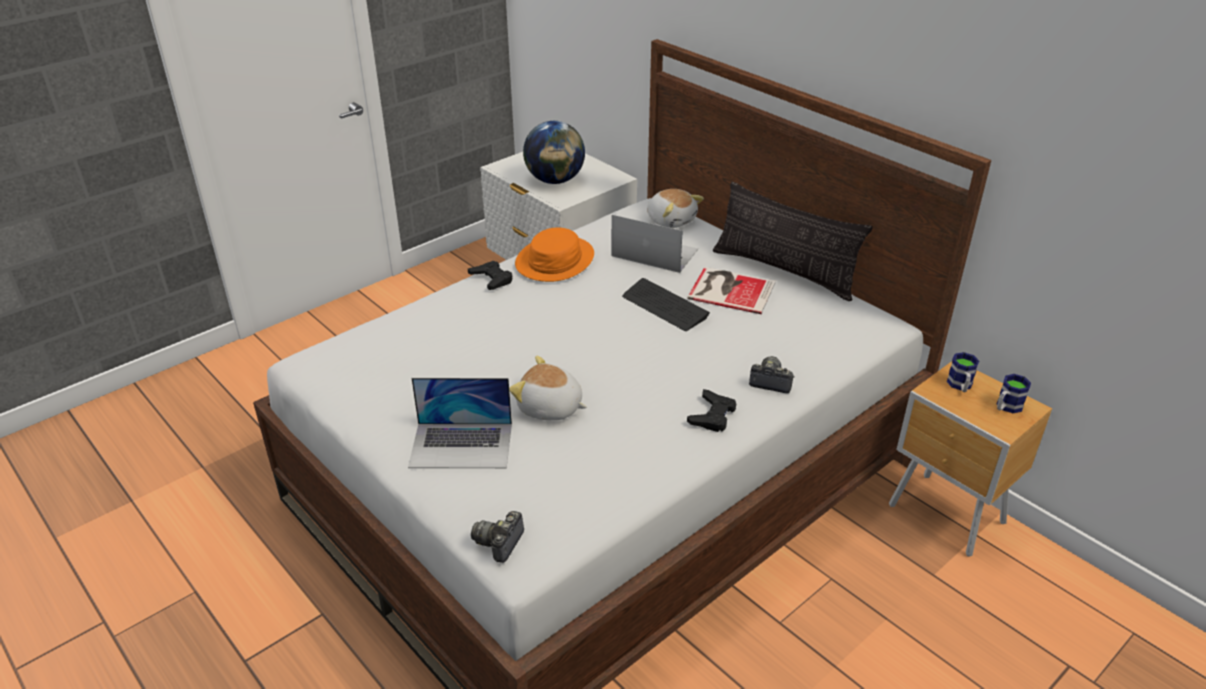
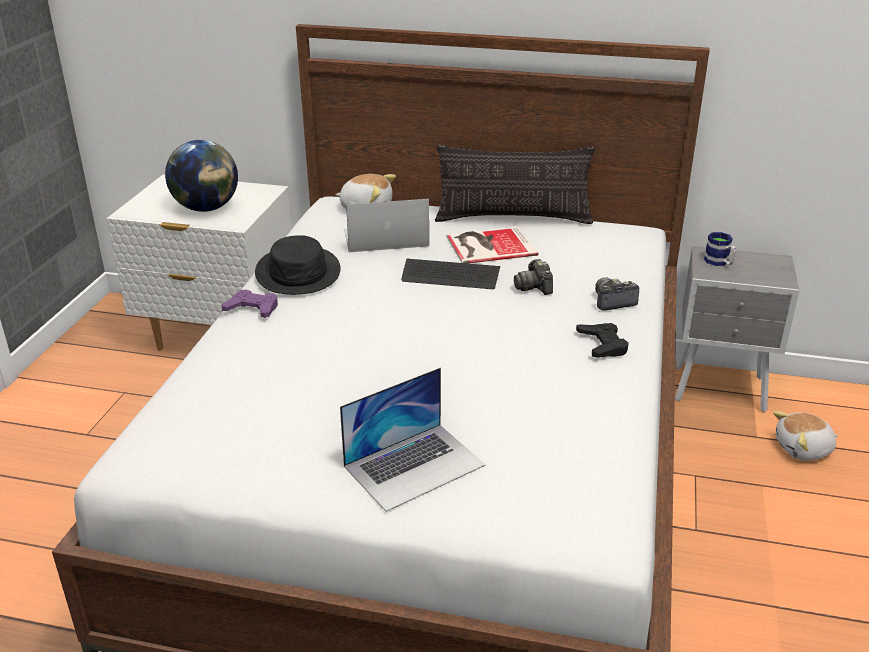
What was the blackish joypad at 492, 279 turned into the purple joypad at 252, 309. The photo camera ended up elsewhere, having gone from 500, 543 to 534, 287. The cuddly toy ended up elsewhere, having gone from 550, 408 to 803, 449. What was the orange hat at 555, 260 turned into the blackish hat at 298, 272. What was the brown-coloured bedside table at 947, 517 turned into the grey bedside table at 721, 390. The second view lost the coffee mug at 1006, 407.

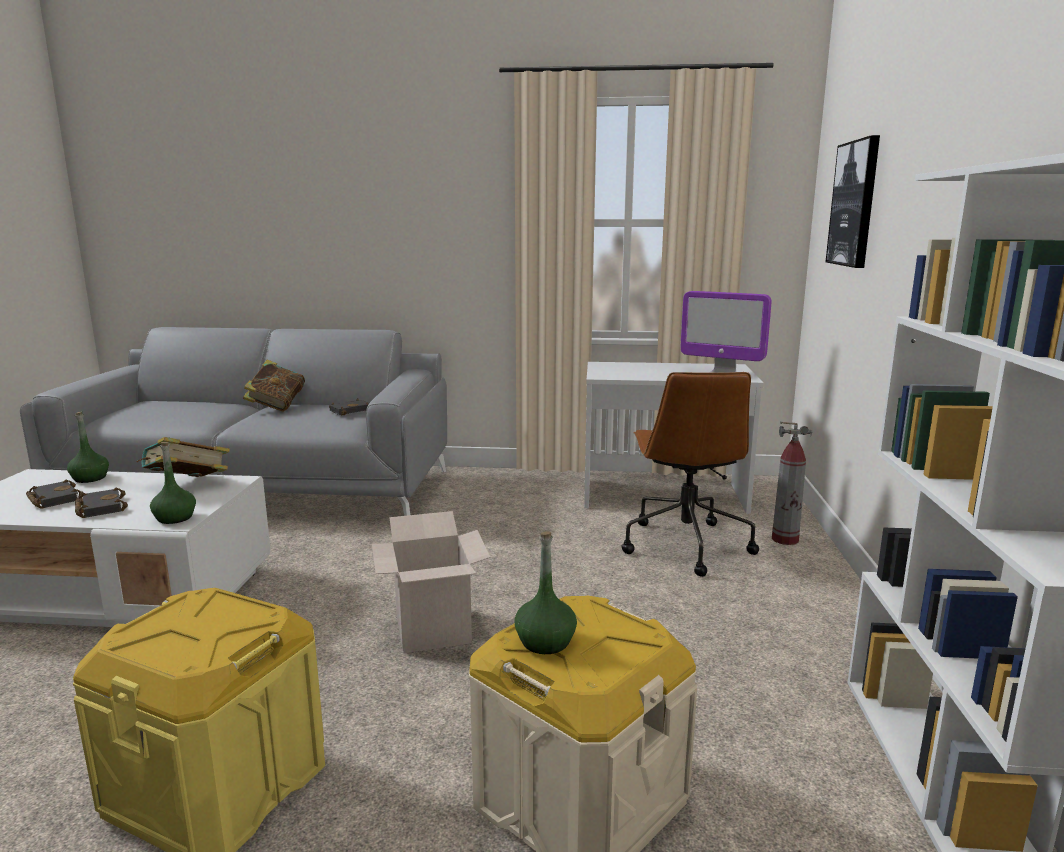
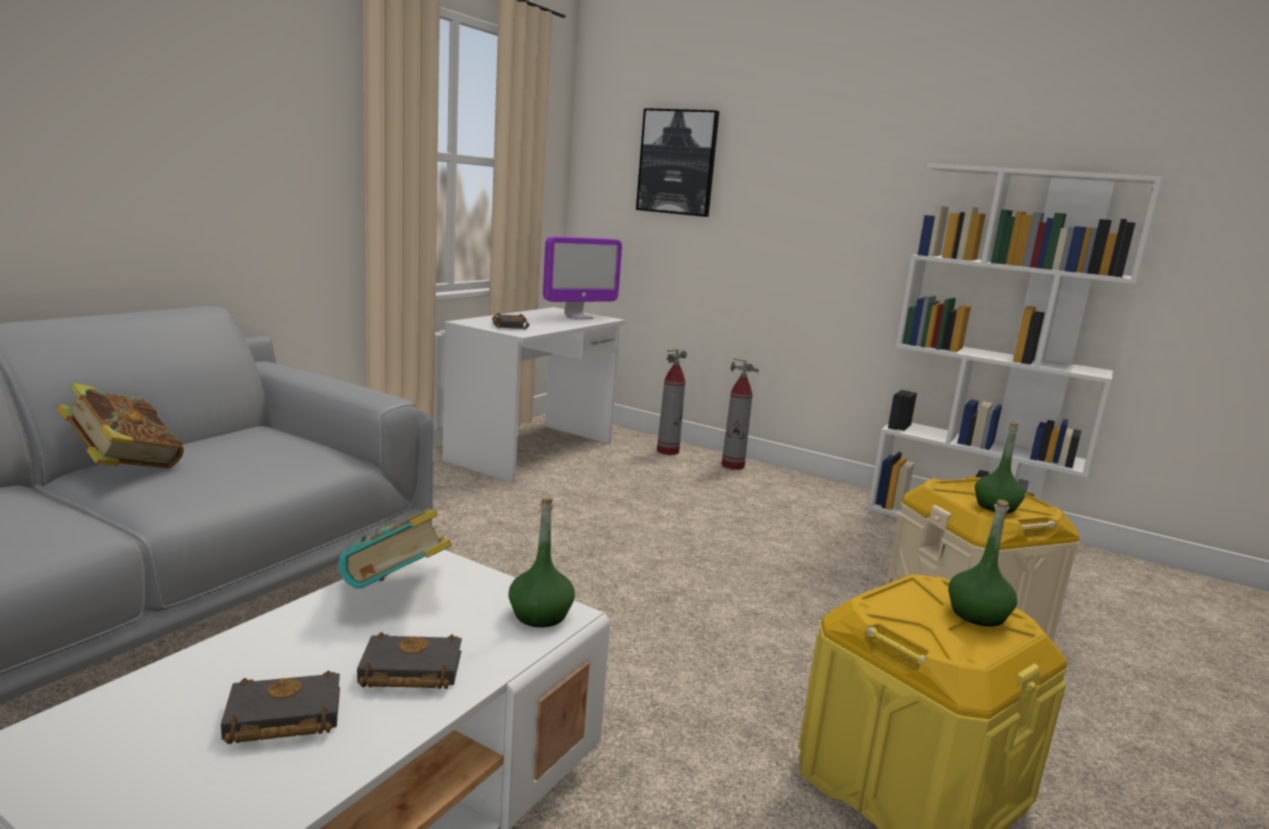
The greenish drink bottle ended up elsewhere, having gone from 90, 478 to 978, 615. The blackish book ended up elsewhere, having gone from 350, 410 to 508, 325. The second view lost the cardboard box at 432, 629. The second view lost the brown-coloured computer chair at 685, 544. The second view gained the fire-fighting cylinder at 733, 466.

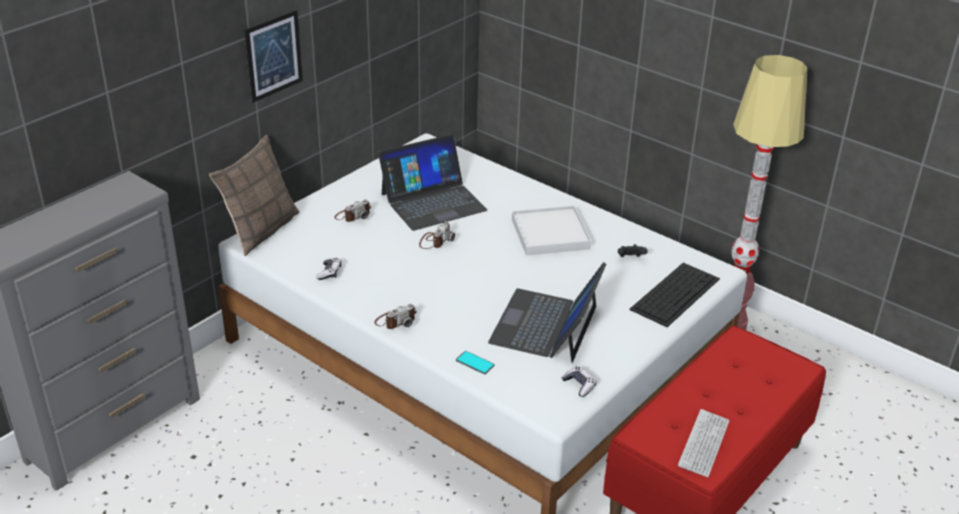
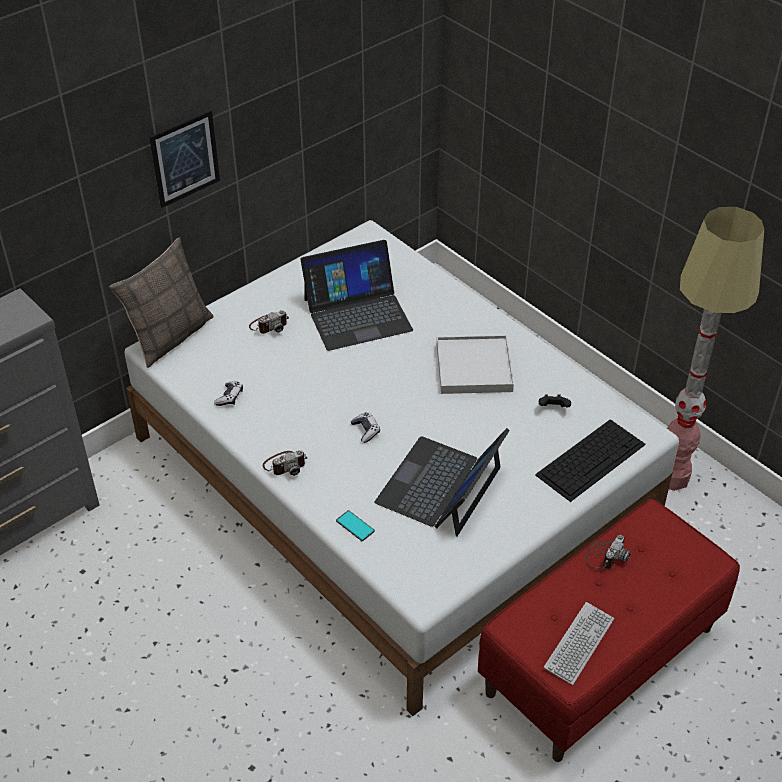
The photo camera ended up elsewhere, having gone from 435, 241 to 605, 555. The joypad ended up elsewhere, having gone from 579, 385 to 366, 430.

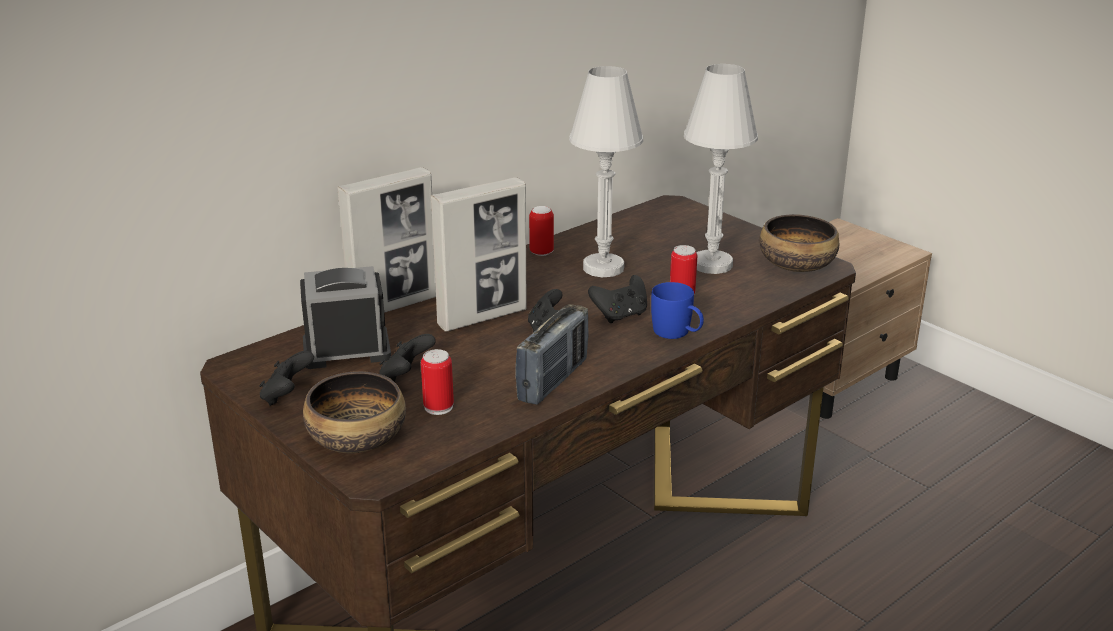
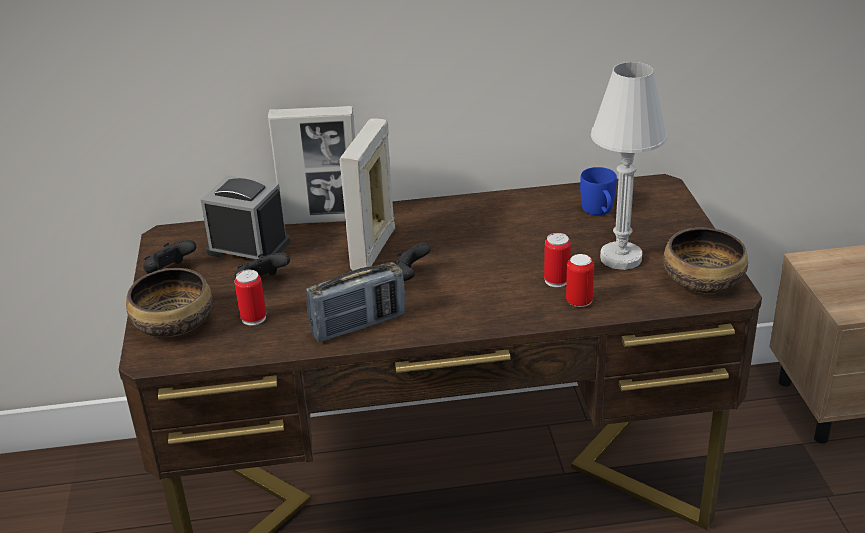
The standing frame at 482, 317 ended up facing another way, 105 degrees clockwise from before. The sealed can ended up elsewhere, having gone from 541, 252 to 579, 302. The second view lost the white table lamp at 603, 268. The second view lost the blackish joypad at 620, 315. The blue-coloured coffee mug ended up elsewhere, having gone from 677, 333 to 599, 211.

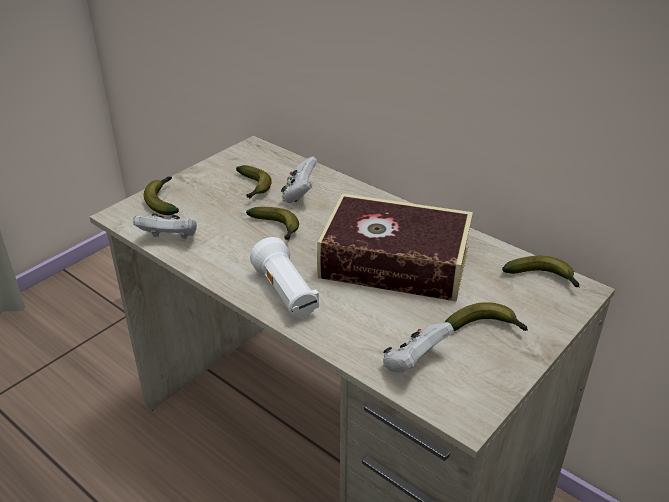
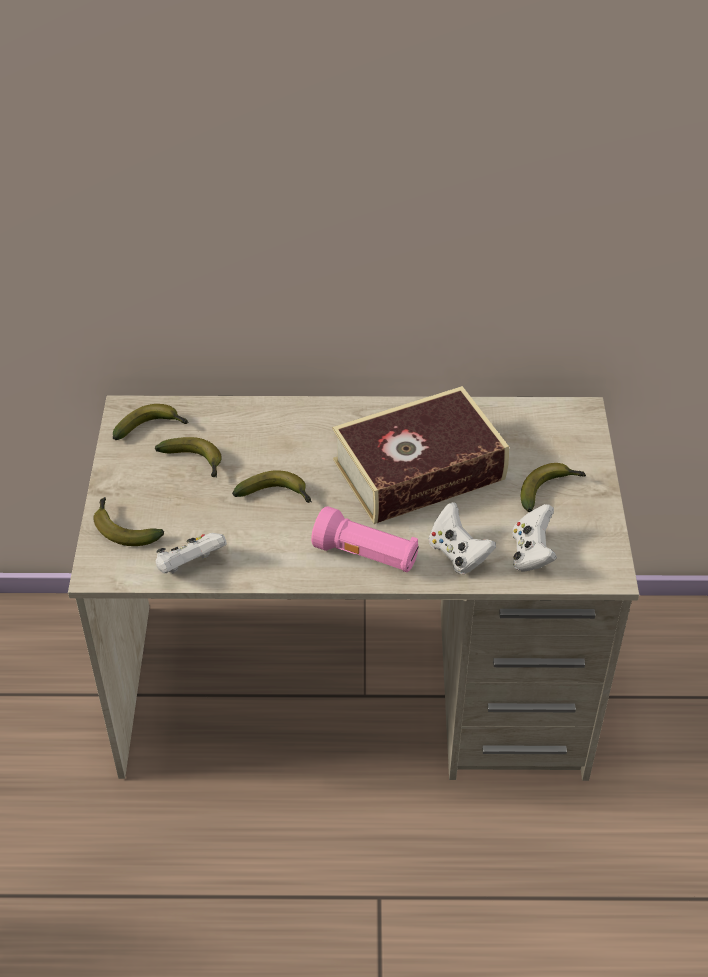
What was the white torch at 286, 294 turned into the pink-coloured torch at 366, 556. The white joypad ended up elsewhere, having gone from 299, 194 to 458, 554. The banana ended up elsewhere, having gone from 543, 278 to 152, 428.

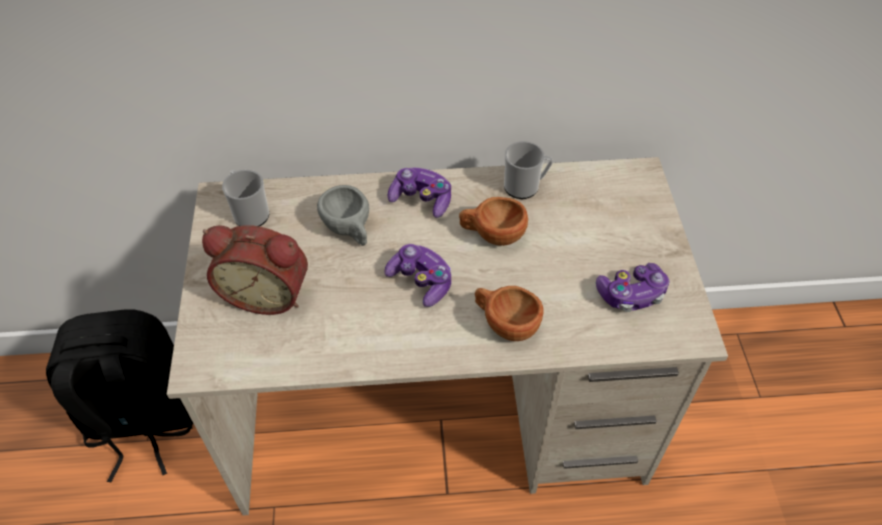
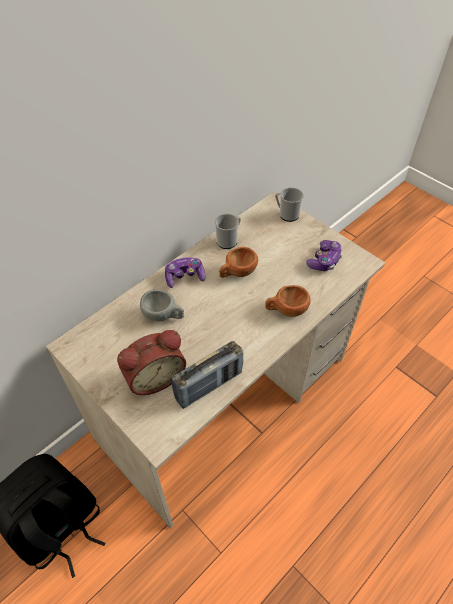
The coffee mug ended up elsewhere, having gone from 249, 213 to 286, 214. The second view lost the joypad at 421, 281. The second view gained the radio receiver at 209, 385.

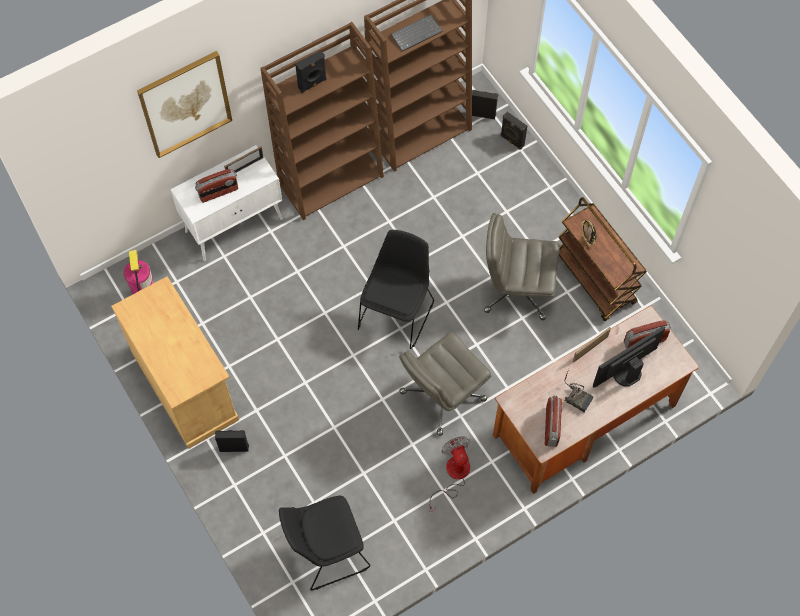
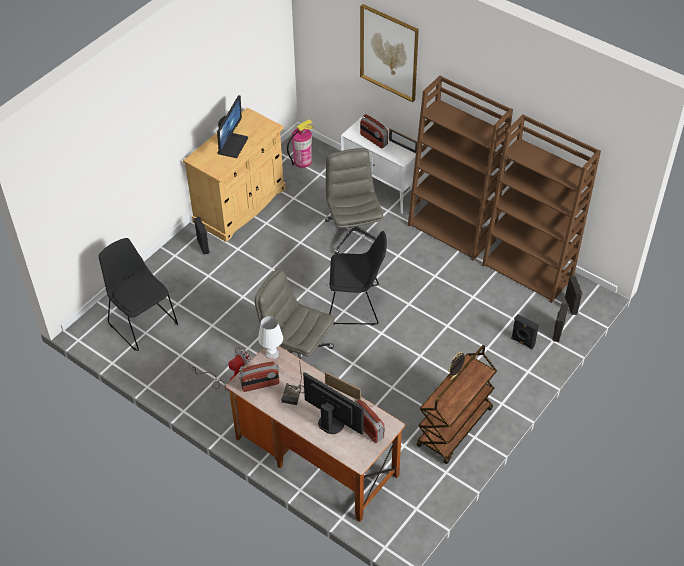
The blackish loudspeaker ended up elsewhere, having gone from 312, 84 to 522, 342. The second view lost the keyboard at 416, 33. The grey computer chair ended up elsewhere, having gone from 516, 290 to 353, 232. The second view gained the computer screen at 232, 145. The second view gained the white table lamp at 272, 354.

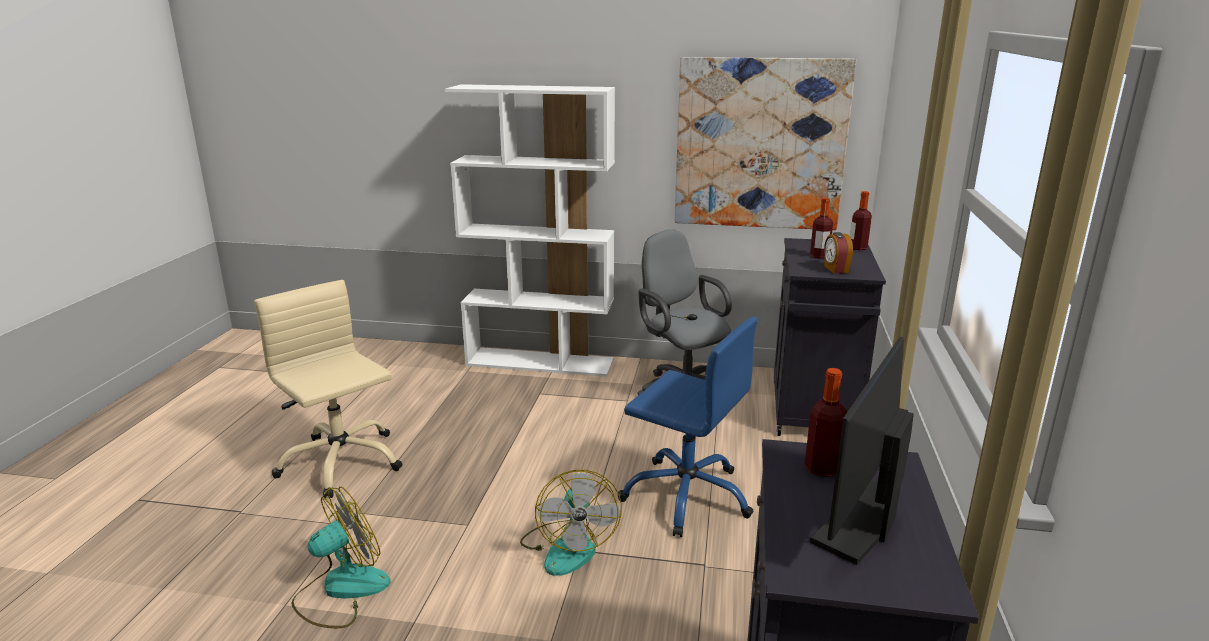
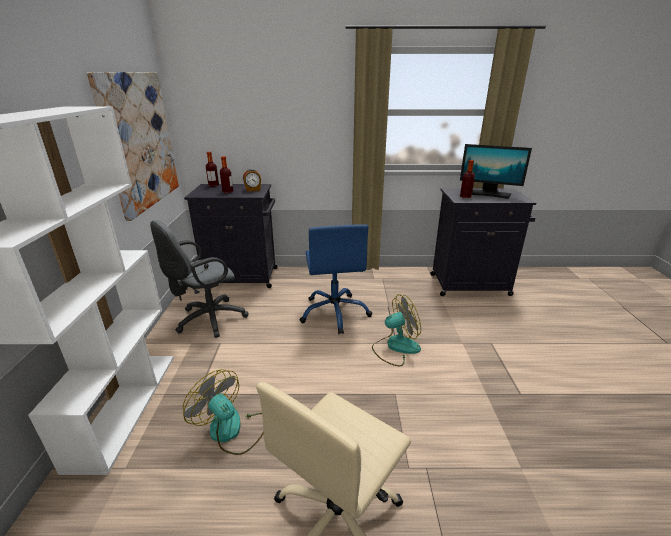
The cooling fan ended up elsewhere, having gone from 341, 590 to 232, 430. The blue-coloured computer chair at 687, 495 ended up facing another way, 150 degrees clockwise from before.

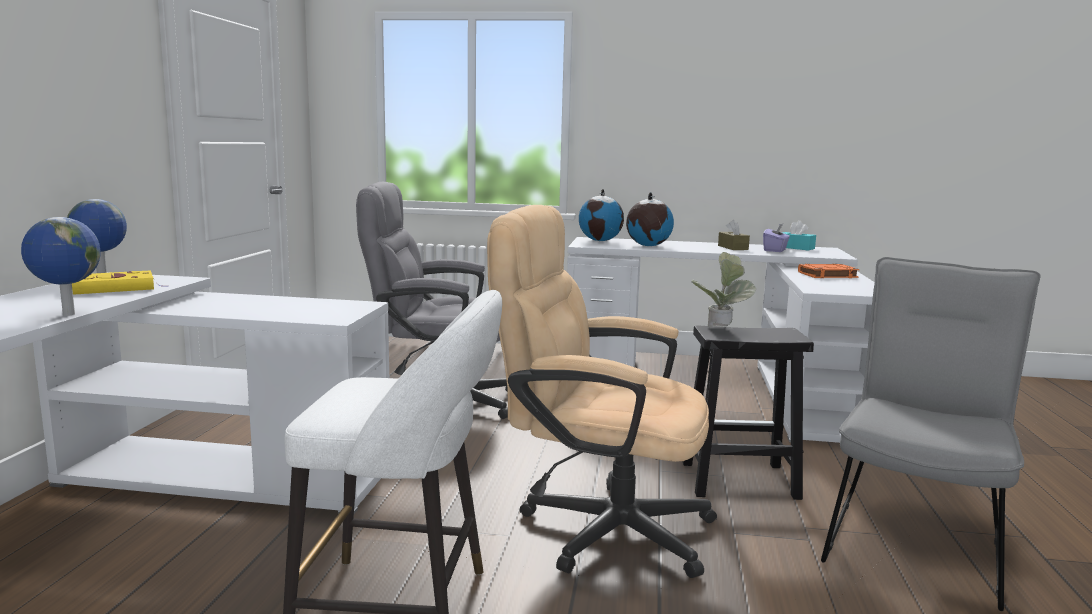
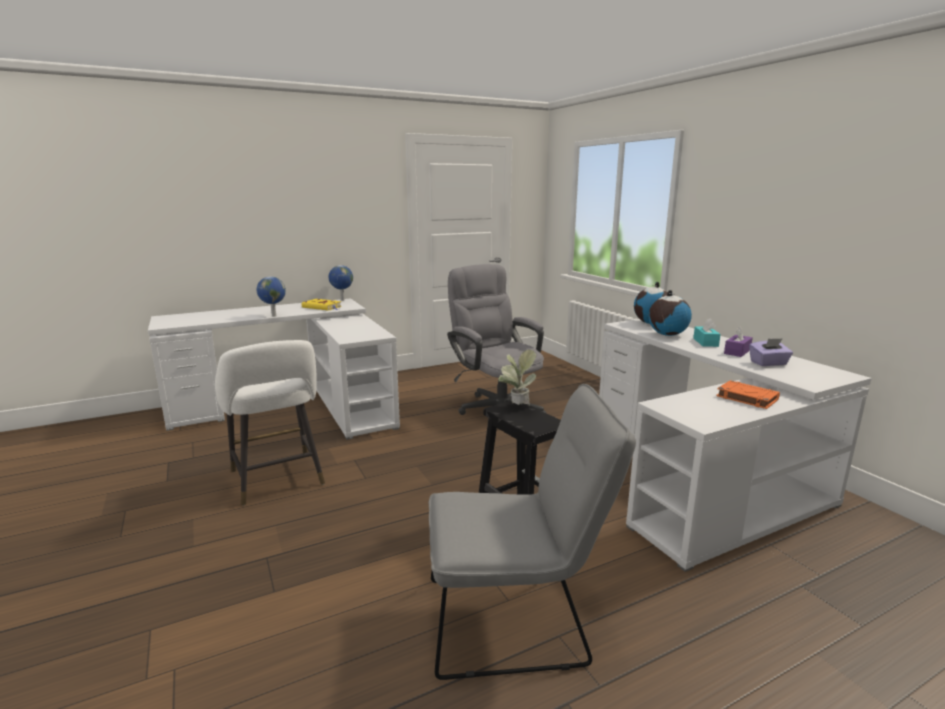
The second view lost the beige-coloured computer chair at 598, 527. What was the brown-coloured tissue holder at 733, 247 turned into the purple tissue holder at 737, 352. The blue-green tissue holder ended up elsewhere, having gone from 796, 248 to 705, 342.

